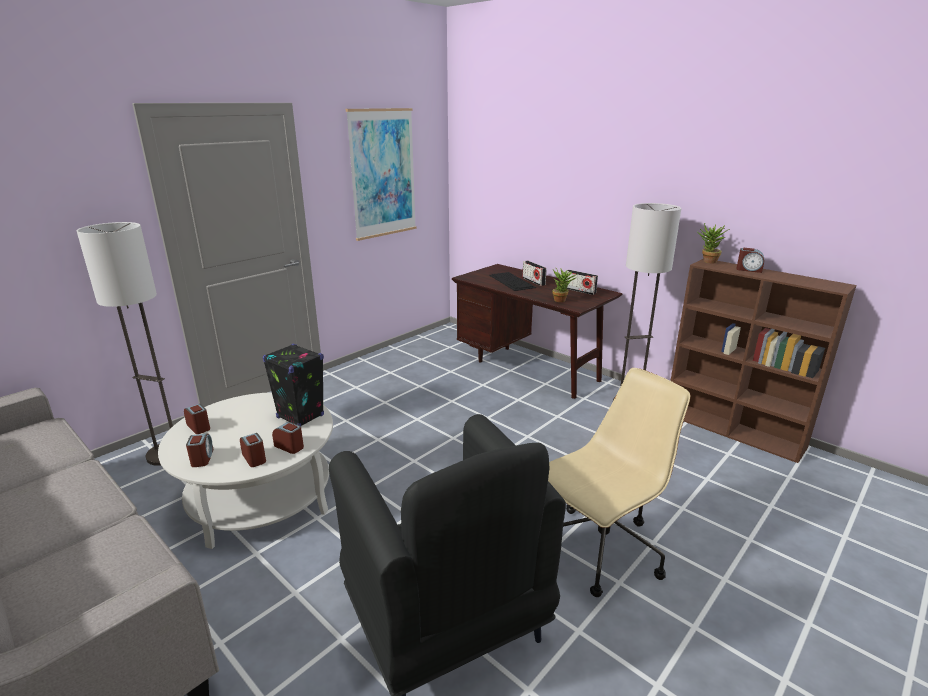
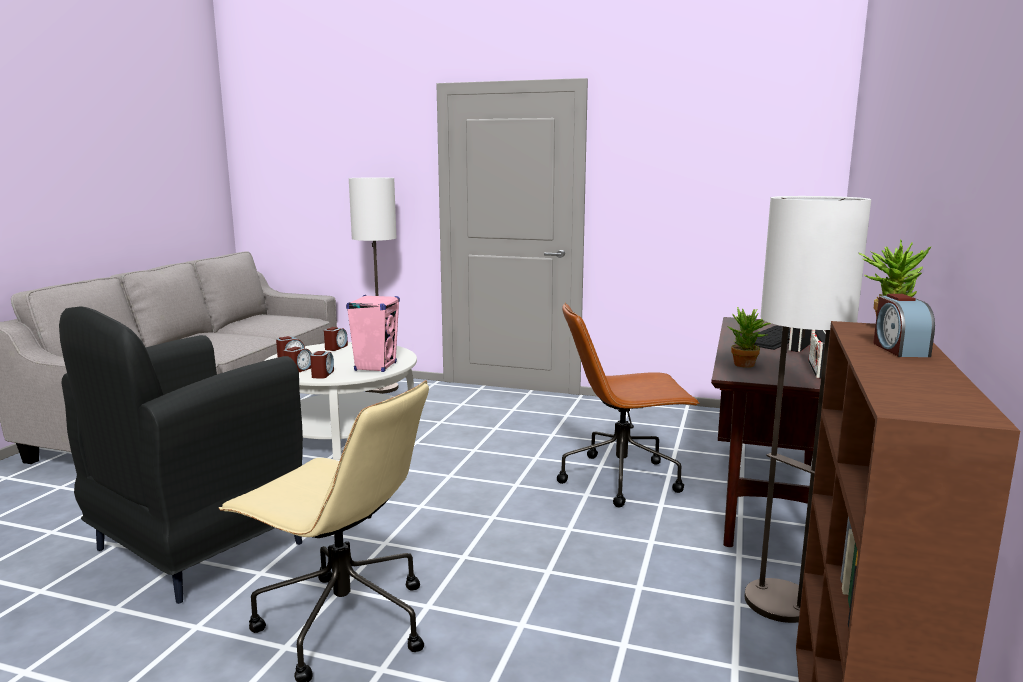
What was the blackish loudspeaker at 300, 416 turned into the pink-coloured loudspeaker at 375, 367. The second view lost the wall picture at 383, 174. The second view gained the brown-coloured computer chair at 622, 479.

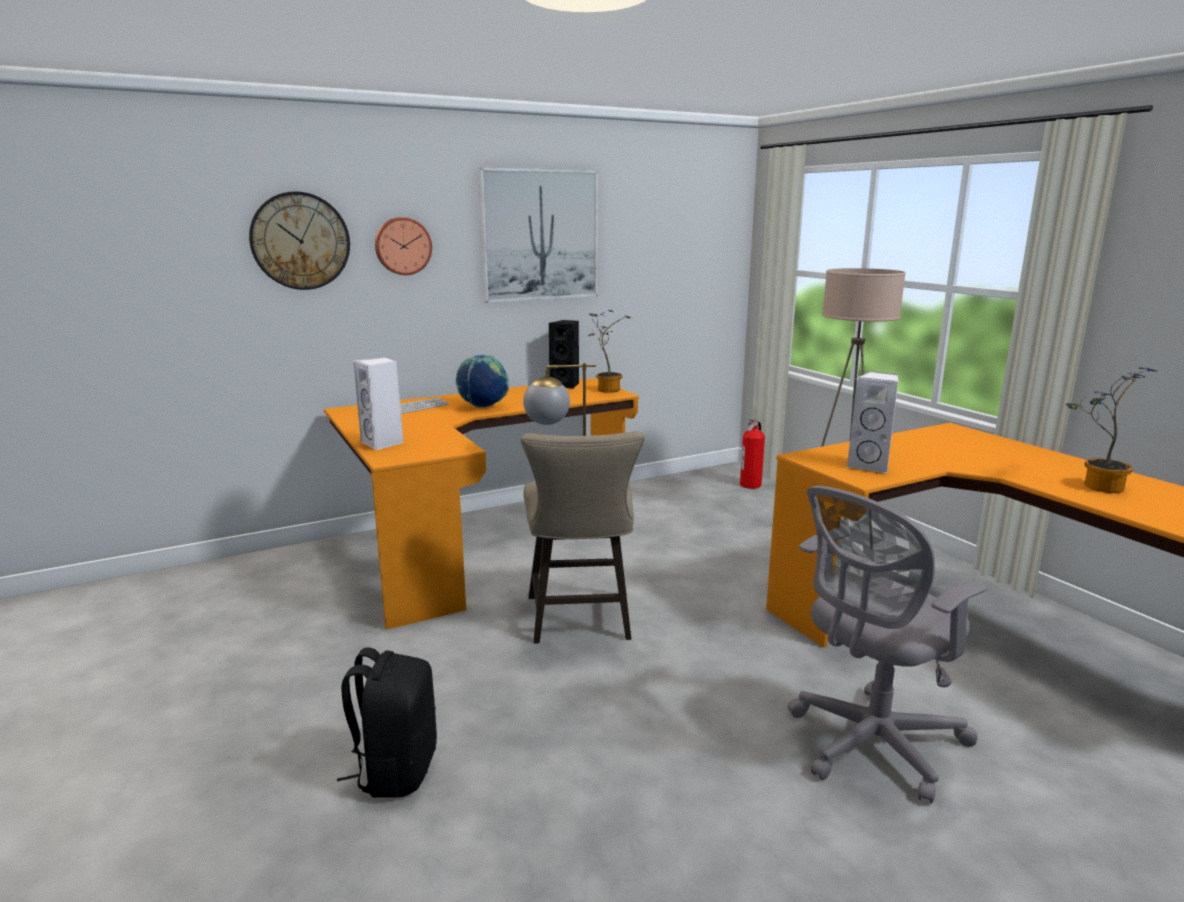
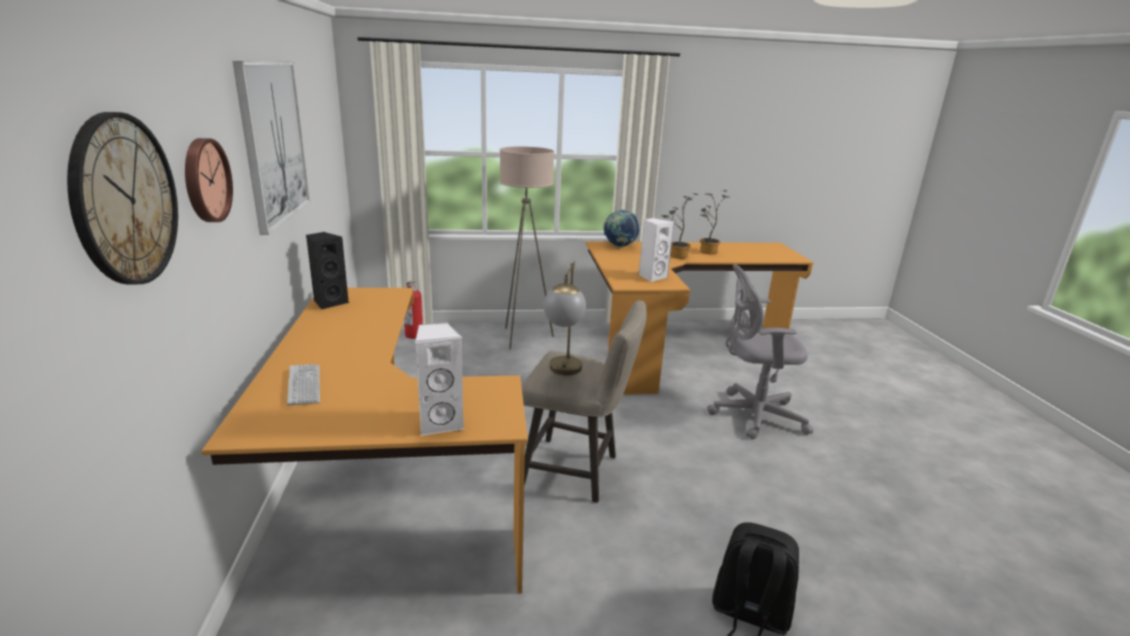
The globe ended up elsewhere, having gone from 483, 407 to 619, 246. The plant in a pot ended up elsewhere, having gone from 607, 389 to 676, 256. The grey computer chair at 870, 745 ended up facing another way, 105 degrees clockwise from before.

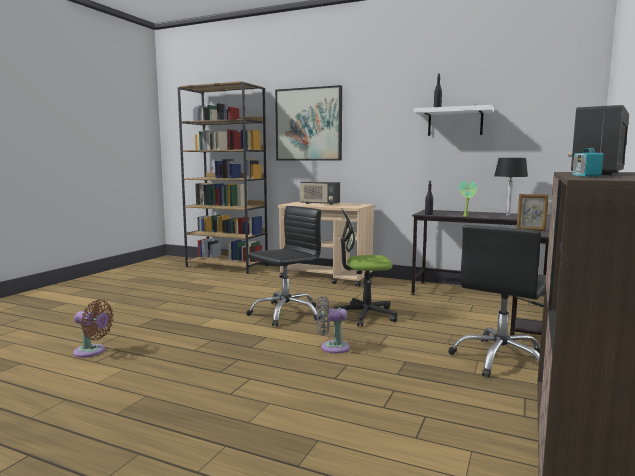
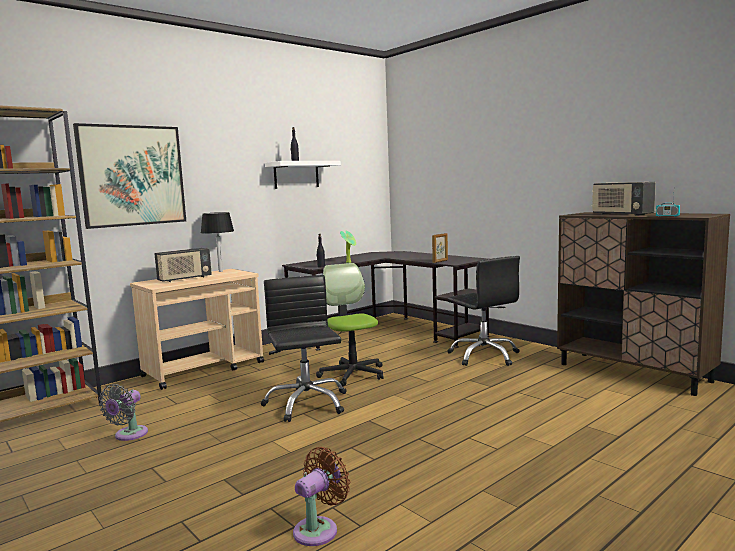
The grey cooling fan ended up elsewhere, having gone from 331, 347 to 128, 435. The computer chair at 364, 315 ended up facing another way, 135 degrees clockwise from before. The blackish table lamp ended up elsewhere, having gone from 508, 215 to 220, 271.

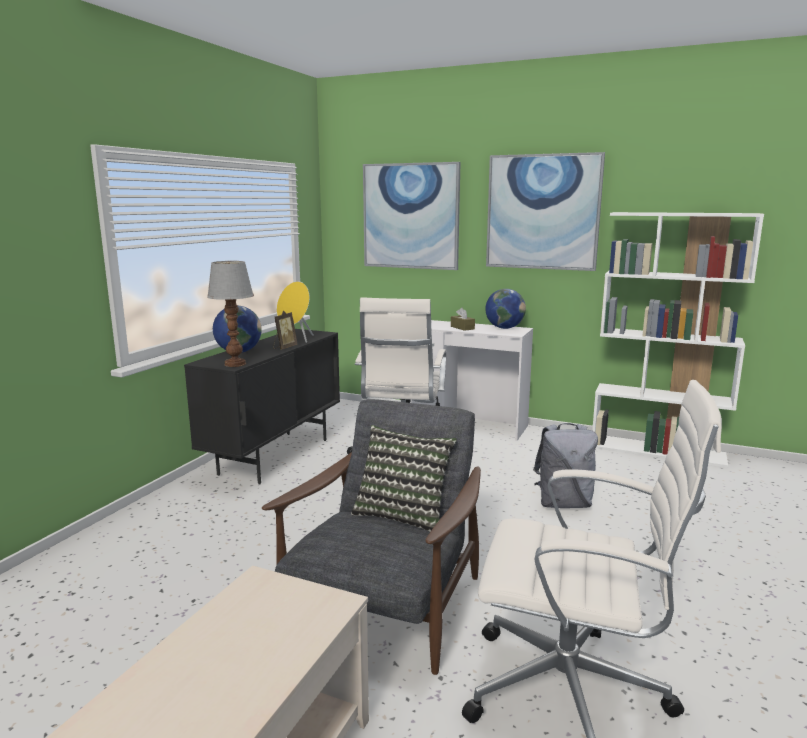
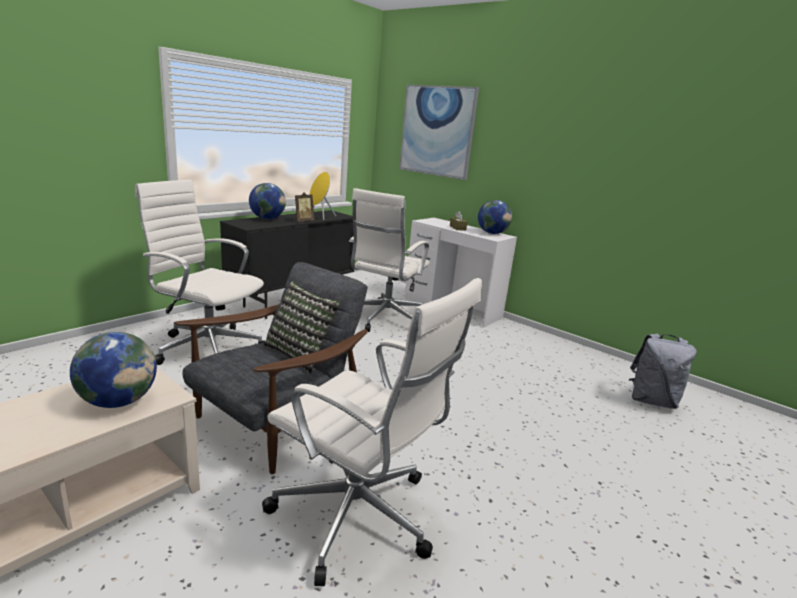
The second view lost the table lamp at 236, 364. The second view lost the wall picture at 542, 212. The grey knapsack ended up elsewhere, having gone from 563, 503 to 651, 401. The second view lost the white shelving unit at 658, 450. The second view gained the globe at 118, 401. The second view gained the white computer chair at 207, 347.

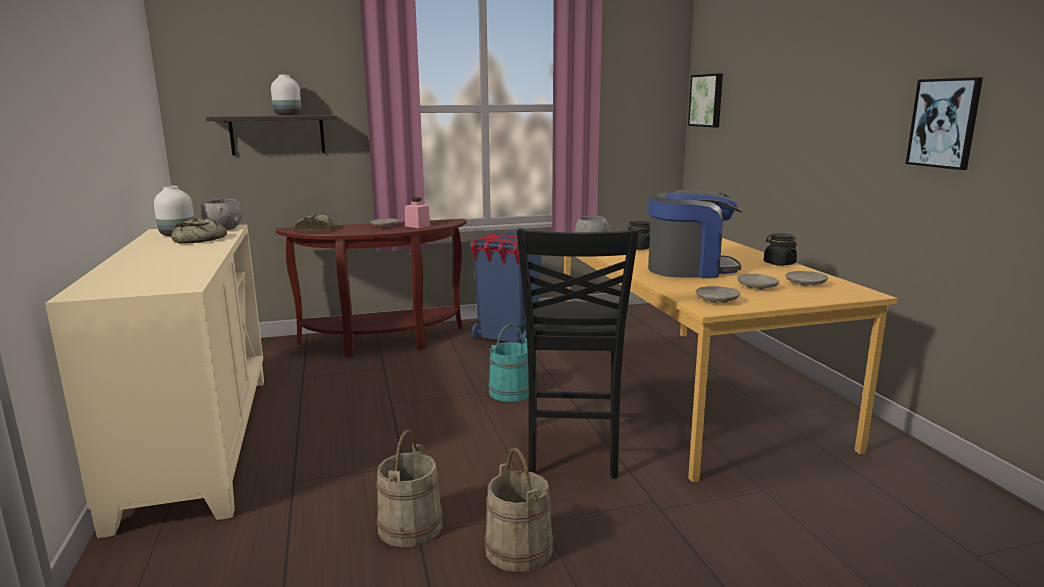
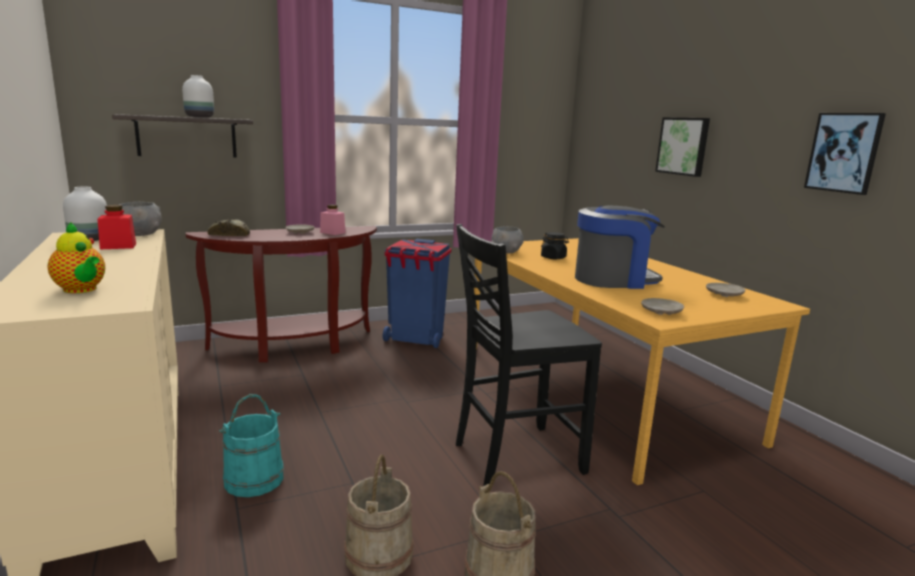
Where the bread stood at 199, 240, the red-coloured preserve jar came to stand at 118, 246. The blue-green pail ended up elsewhere, having gone from 510, 392 to 254, 479. The blackish chair at 572, 450 ended up facing another way, 75 degrees clockwise from before. The wall picture ended up elsewhere, having gone from 707, 100 to 683, 146. The second view lost the beige-coloured dinner plate at 757, 287. The second view lost the blackish preserve jar at 779, 263. The second view gained the teapot at 81, 290.

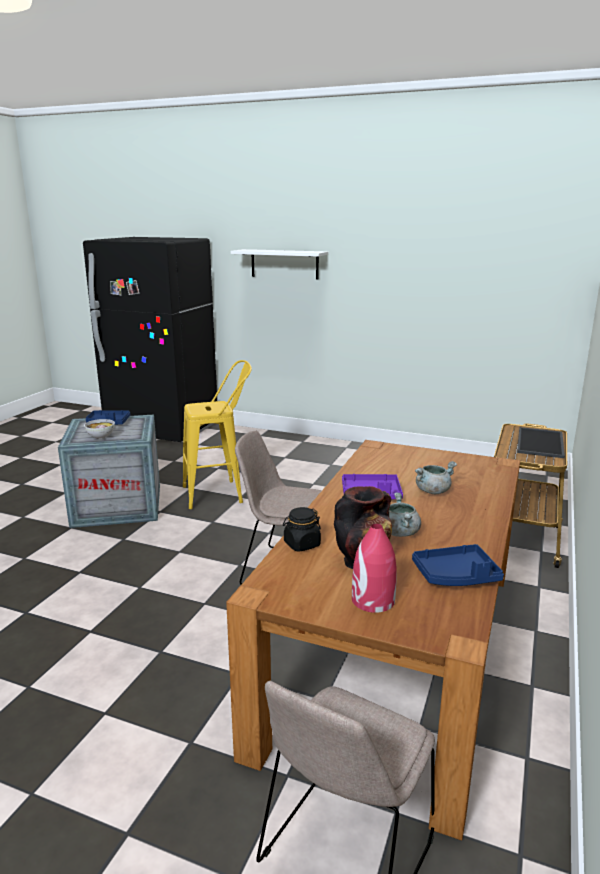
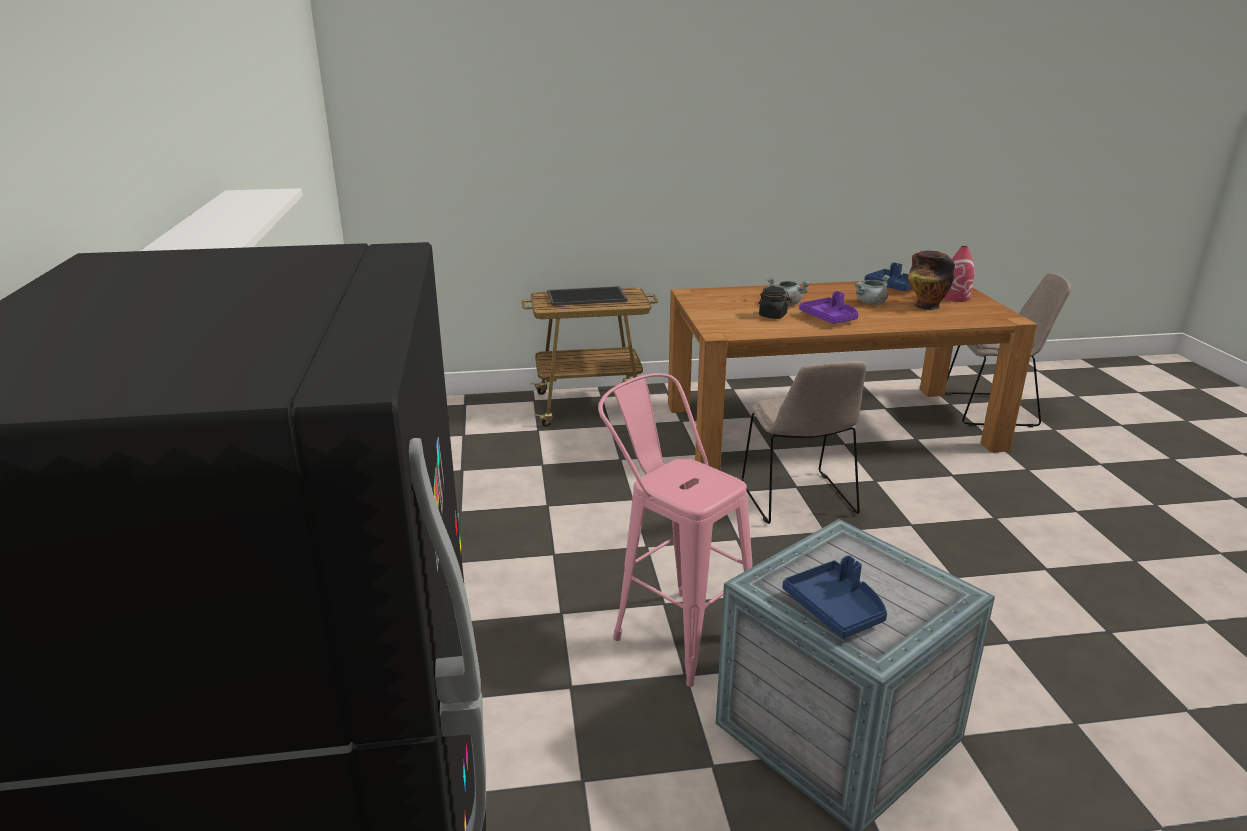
The second view lost the serving bowl at 100, 437. What was the yellow-coloured stool at 220, 494 turned into the pink-coloured stool at 674, 629. The blackish preserve jar ended up elsewhere, having gone from 301, 544 to 773, 316.

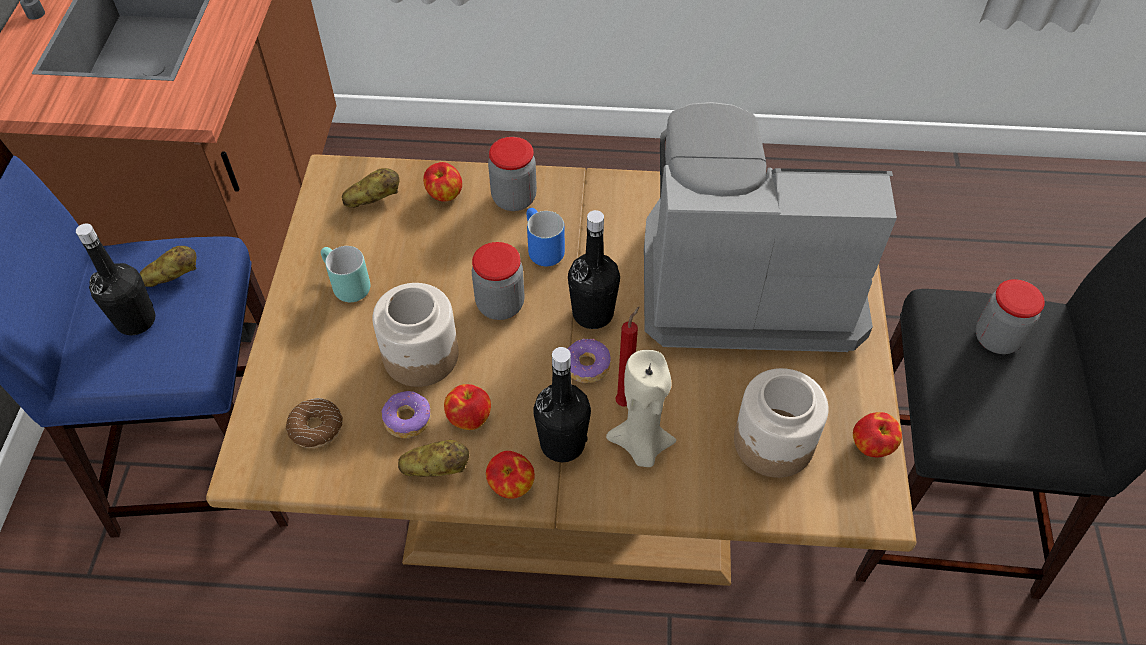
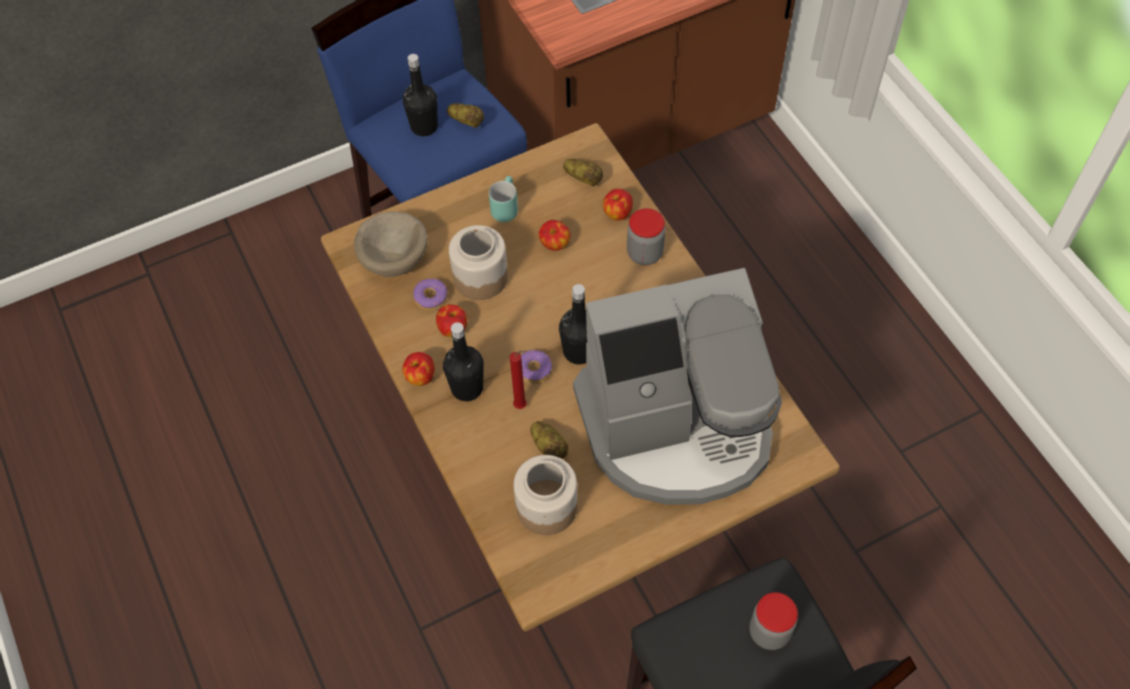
Where the ring doughnut stood at 316, 428, the beige-coloured serving bowl came to stand at 395, 257. The whole potato ended up elsewhere, having gone from 436, 468 to 549, 447. The second view lost the preserve jar at 500, 304. The second view lost the blue-coloured coffee mug at 540, 249. The second view lost the beige-coloured wax light at 641, 446. The coffee brewer at 745, 278 ended up facing another way, 105 degrees clockwise from before. The apple fruit ended up elsewhere, having gone from 872, 446 to 554, 244.

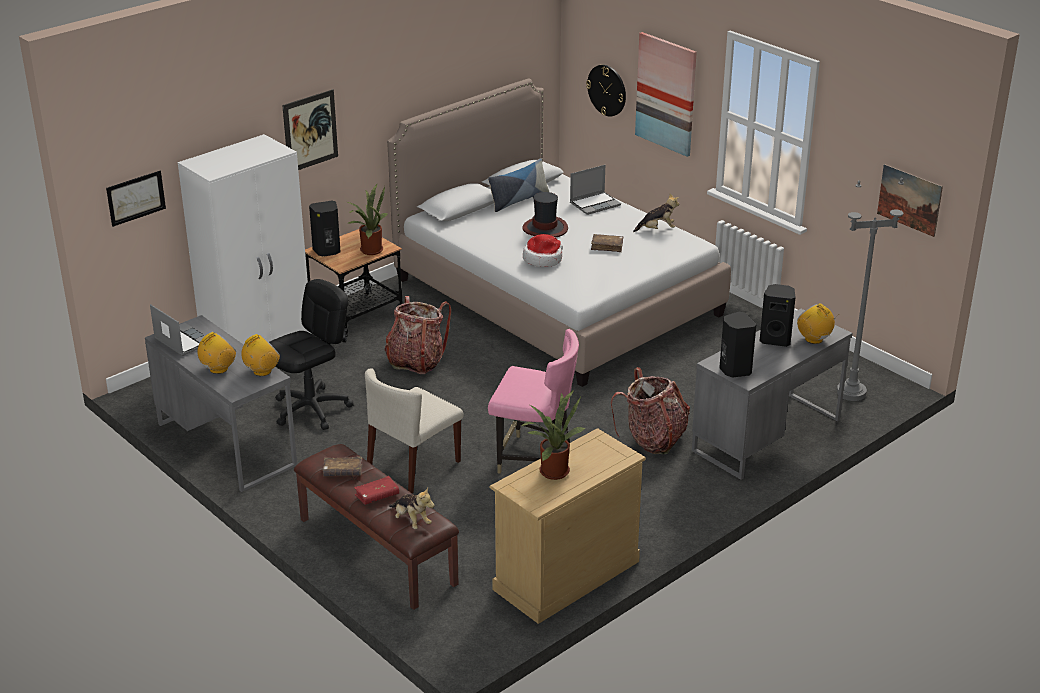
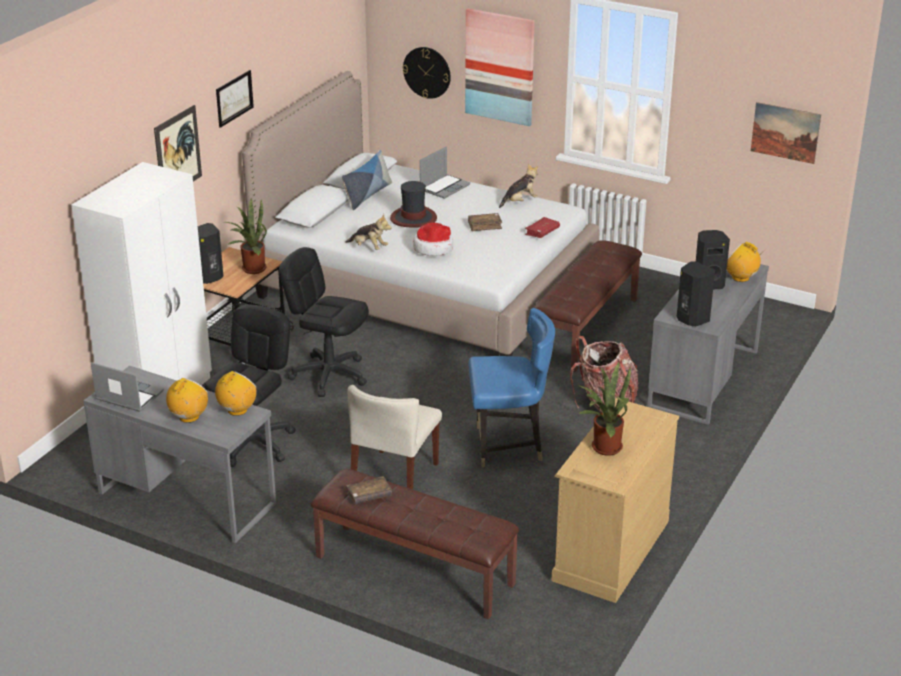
The wall picture ended up elsewhere, having gone from 136, 198 to 234, 98. The red-coloured book ended up elsewhere, having gone from 377, 495 to 542, 232. Where the knapsack stood at 416, 361, the blackish computer chair came to stand at 329, 375. The cuddly toy ended up elsewhere, having gone from 411, 521 to 369, 247. What was the pink-coloured chair at 534, 459 turned into the blue-coloured chair at 508, 446. The second view lost the grey standard lamp at 851, 392. The second view gained the brown-coloured indoor bench at 585, 328.

